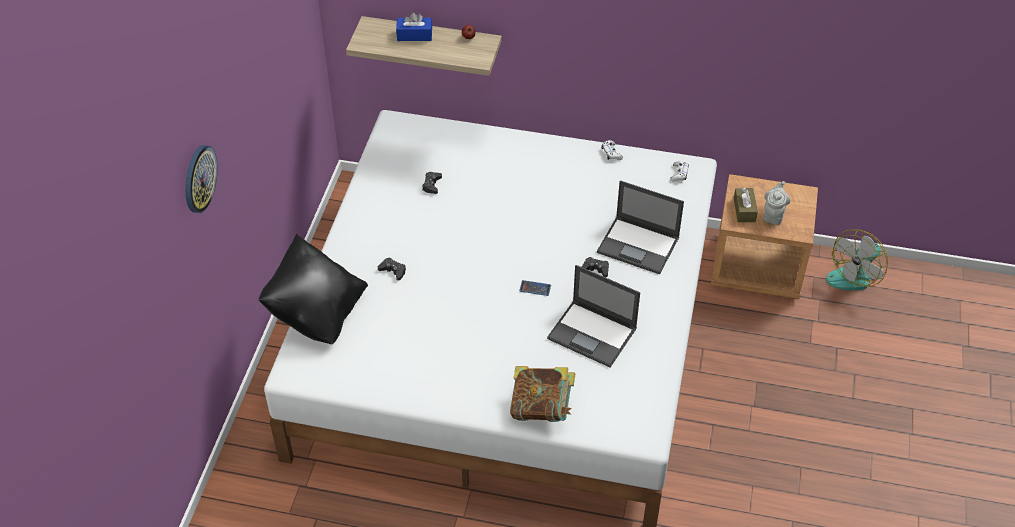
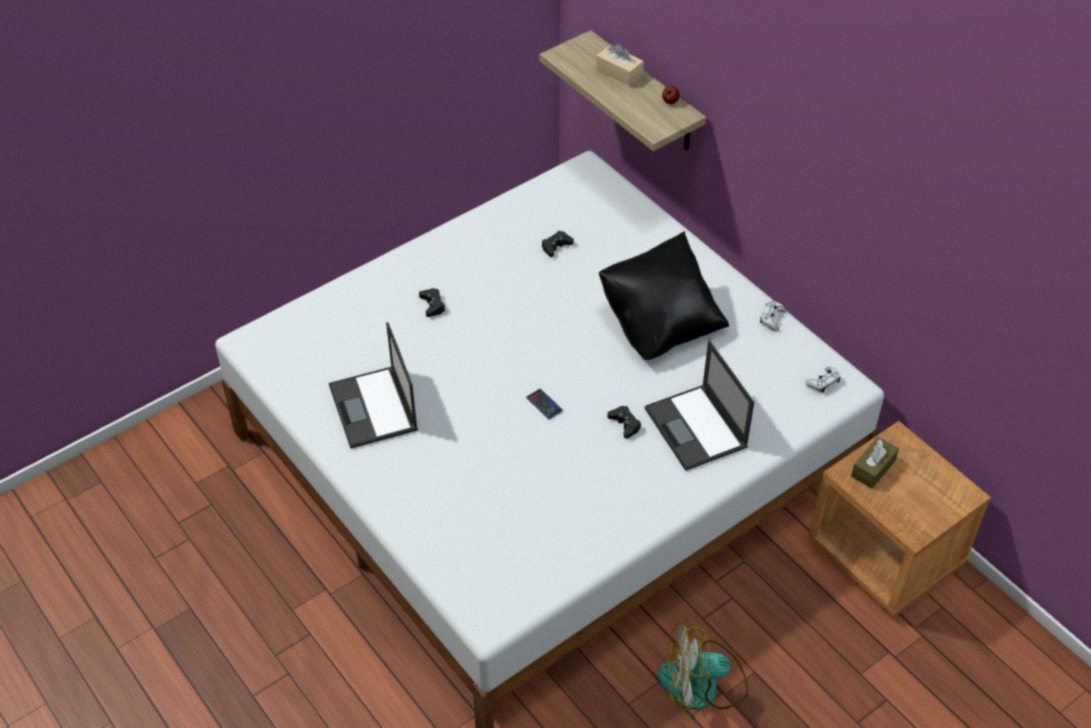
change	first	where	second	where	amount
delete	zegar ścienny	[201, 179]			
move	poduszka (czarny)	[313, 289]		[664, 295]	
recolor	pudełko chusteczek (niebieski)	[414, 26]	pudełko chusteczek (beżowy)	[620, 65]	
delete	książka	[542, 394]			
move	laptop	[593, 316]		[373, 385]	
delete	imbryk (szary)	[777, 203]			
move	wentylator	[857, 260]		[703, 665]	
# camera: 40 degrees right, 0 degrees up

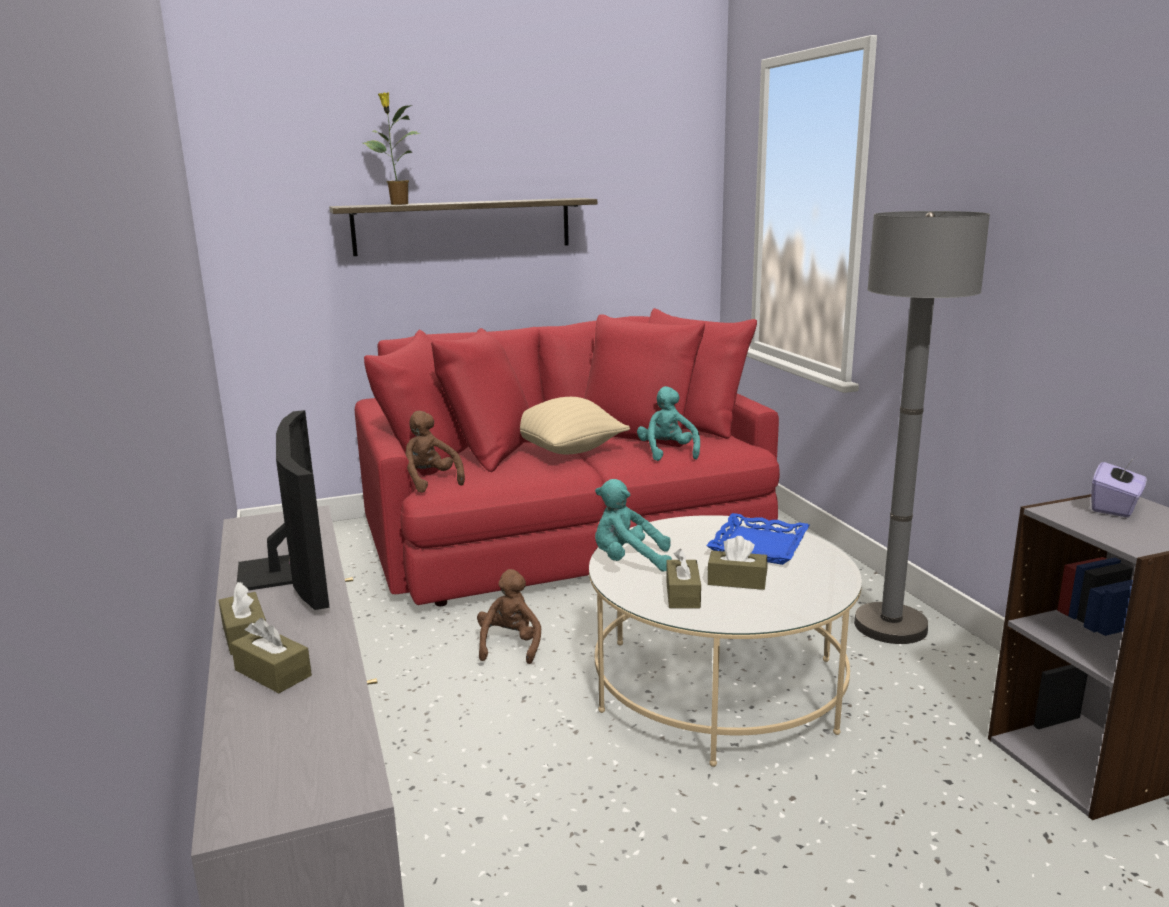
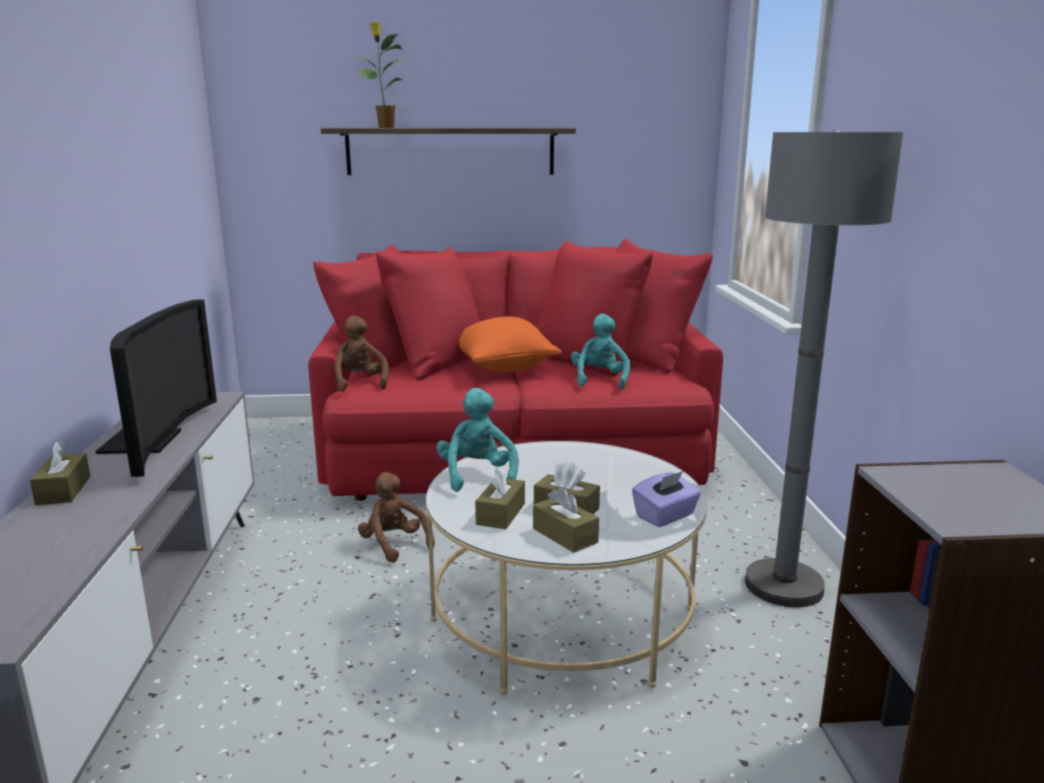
change	first	where	second	where	amount
move	pudełko chusteczek (brązowy)	[271, 655]		[566, 520]	
rotate	pluszak (brązowy)	[509, 616]		[396, 517]	60 degrees counterclockwise
recolor	poduszka (beżowy)	[575, 425]	poduszka (pomarańczowy)	[510, 344]	
rotate	pluszak (turkusowy)	[633, 525]		[478, 440]	60 degrees clockwise
delete	taca (niebieski)	[758, 539]			
move	pudełko chusteczek (fioletowy)	[1119, 487]		[667, 499]	
# camera: 15 degrees right, 0 degrees up

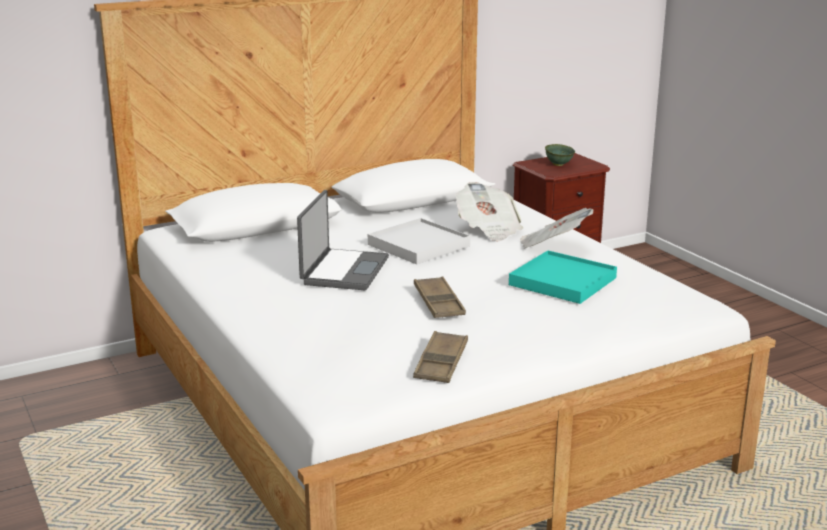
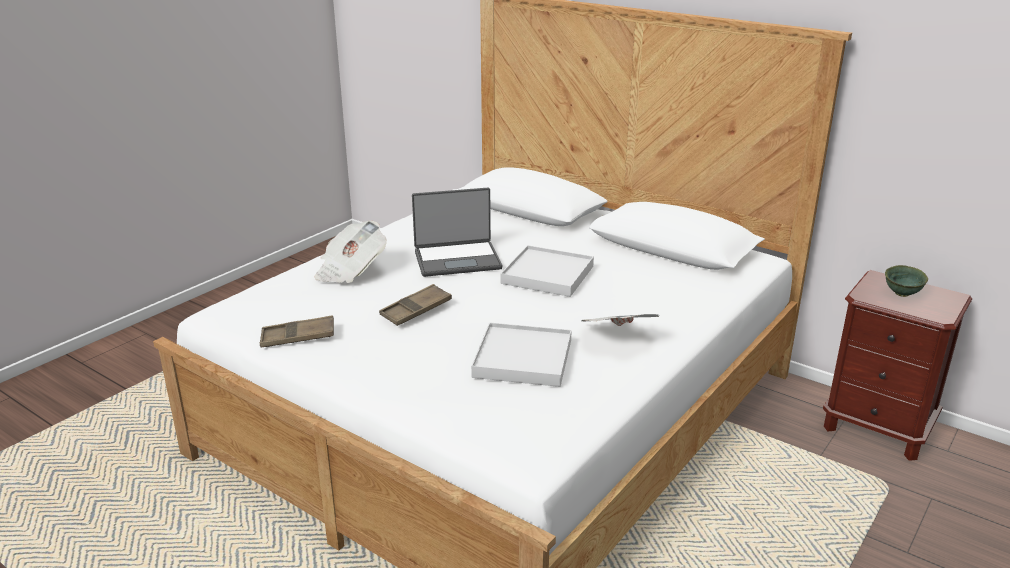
change	first	where	second	where	amount
move	gazeta	[489, 212]		[350, 252]	
recolor	taca (turkusowy)	[563, 277]	taca (biały)	[521, 354]	
# camera: 65 degrees right, 5 degrees up

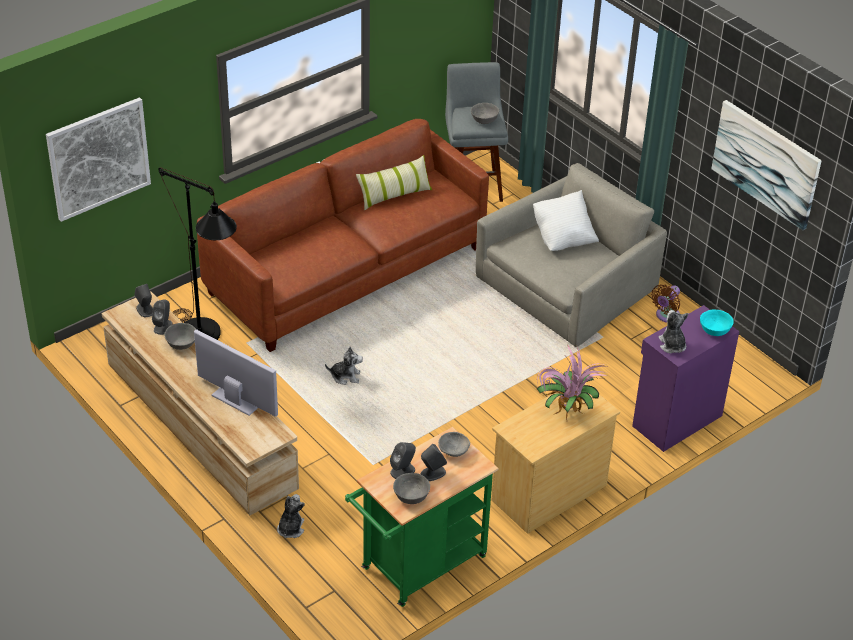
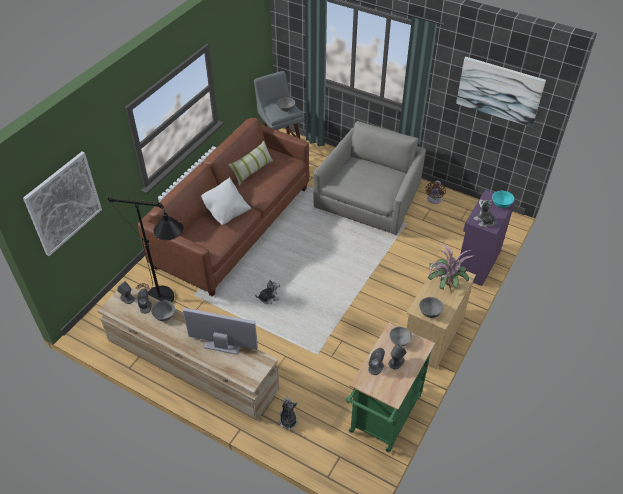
change	first	where	second	where	amount
move	miska (szary)	[411, 488]		[431, 307]	
move	poduszka (biały)	[566, 220]		[226, 201]	
# camera: 20 degrees left, 5 degrees up

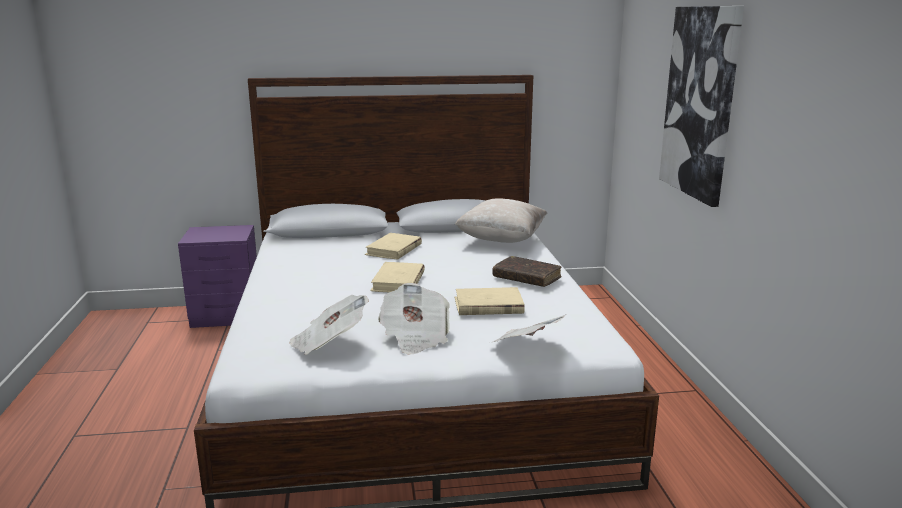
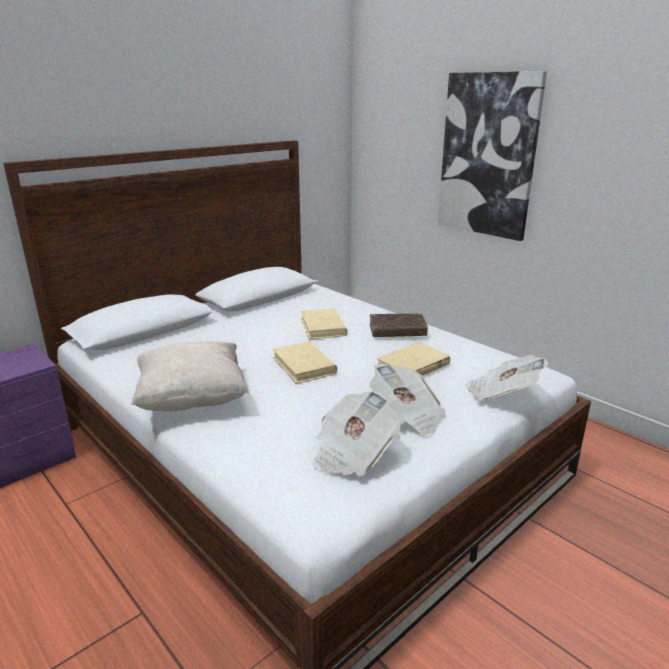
change	first	where	second	where	amount
move	książka (beżowy)	[393, 246]		[324, 324]	
move	poduszka (beżowy)	[501, 220]		[190, 376]	
# camera: 35 degrees left, 5 degrees up

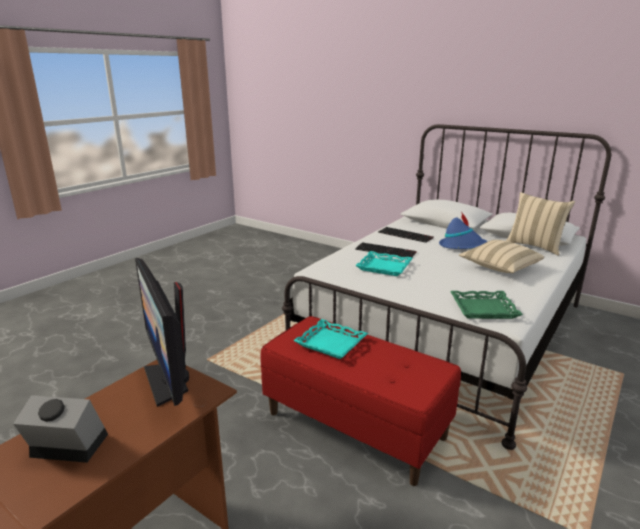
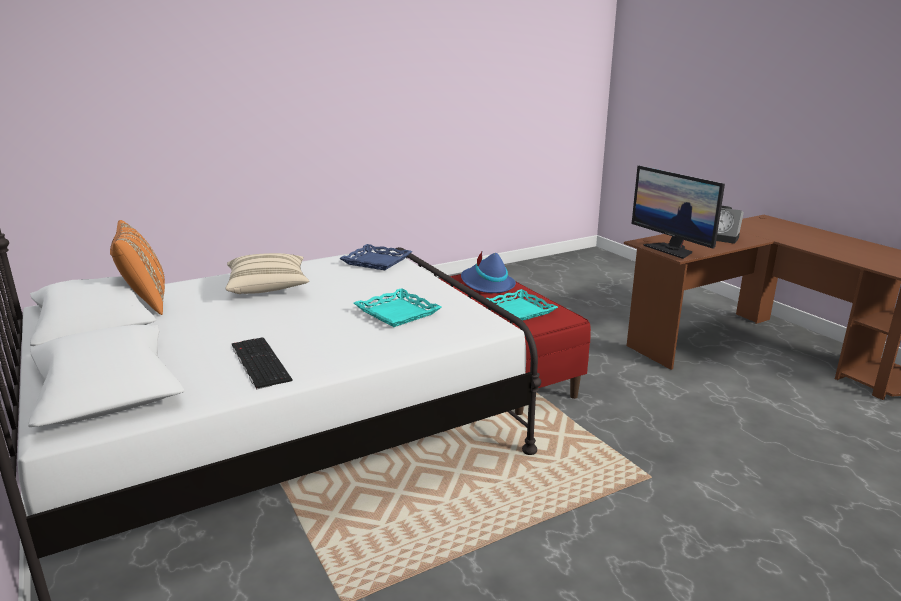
change	first	where	second	where	amount
rotate	monitor	[162, 332]		[678, 212]	150 degrees clockwise
delete	klawiatura	[386, 250]			
move	kapelusz (niebieski)	[463, 230]		[488, 272]	
recolor	taca (zielony)	[486, 305]	taca (niebieski)	[375, 257]	
recolor	poduszka (beżowy)	[540, 224]	poduszka (pomarańczowy)	[137, 267]	
# camera: 155 degrees left, 0 degrees up

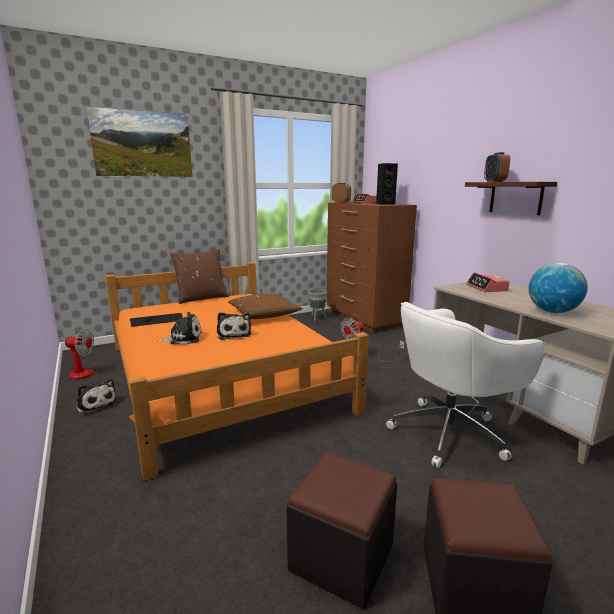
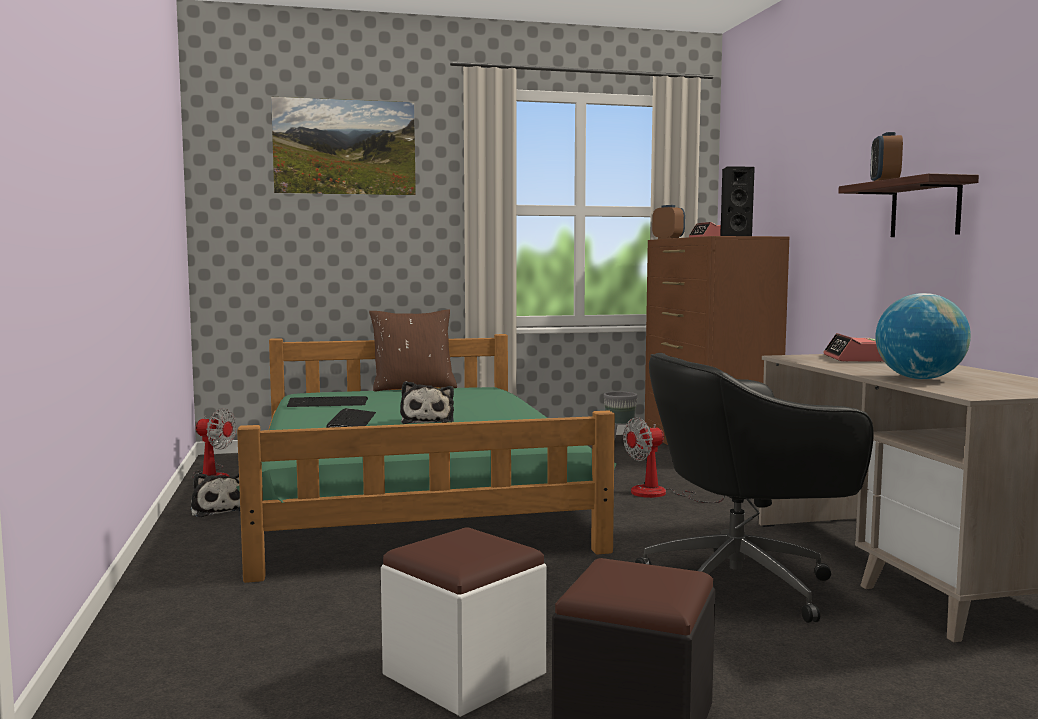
change	first	where	second	where	amount
recolor	łóżko (pomarańczowy)	[237, 371]	łóżko (zielony)	[426, 458]	
replace	pluszak	[179, 328]	klawiatura	[351, 418]	
delete	poduszka (brązowy)	[265, 306]			
recolor	pufa (czarny)	[341, 530]	pufa (biały)	[464, 622]	
recolor	krzesło biurowe (biały)	[466, 385]	krzesło biurowe (czarny)	[754, 488]	
# camera: 15 degrees right, 10 degrees down

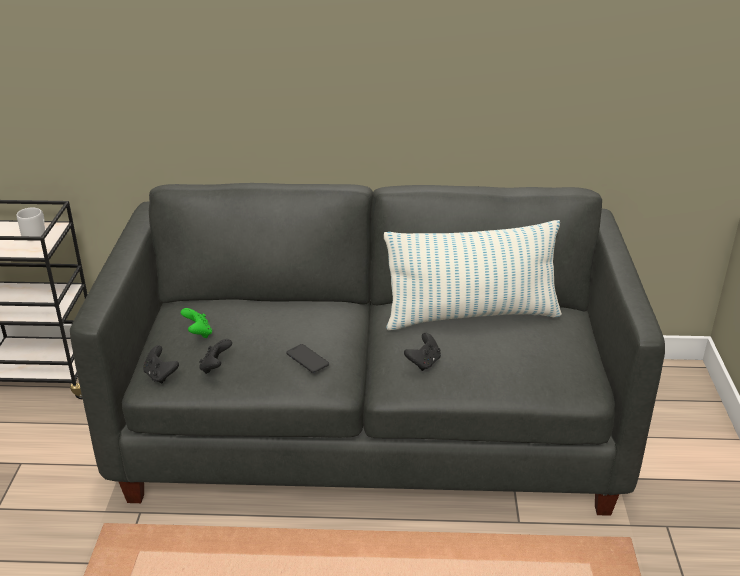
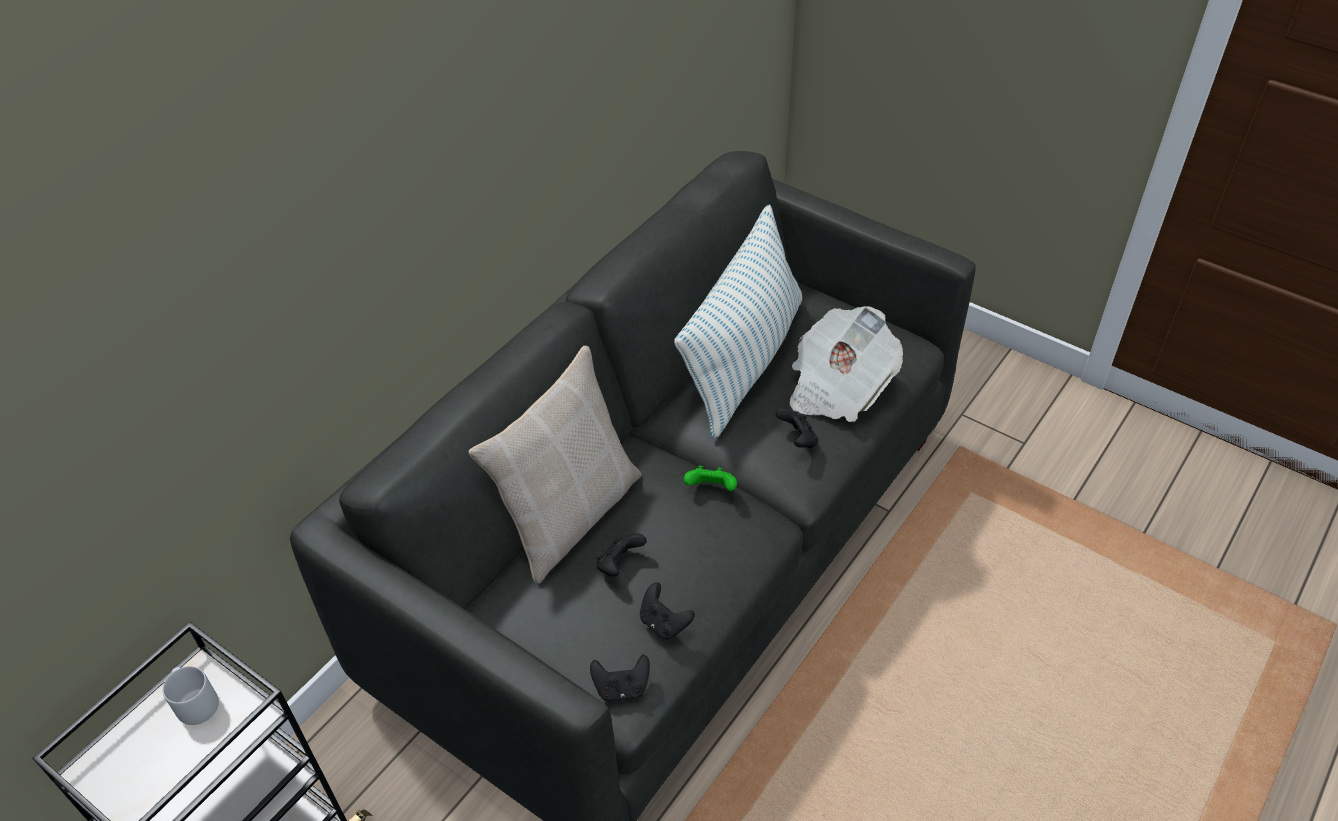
change	first	where	second	where	amount
move	pad do gier (zielony)	[196, 323]		[710, 478]	
delete	telefon	[307, 358]			
insert			poduszka (beżowy)	[555, 465]	
insert			pad do gier (czarny)	[621, 555]	
insert			gazeta	[846, 364]	
# camera: 55 degrees left, 15 degrees up

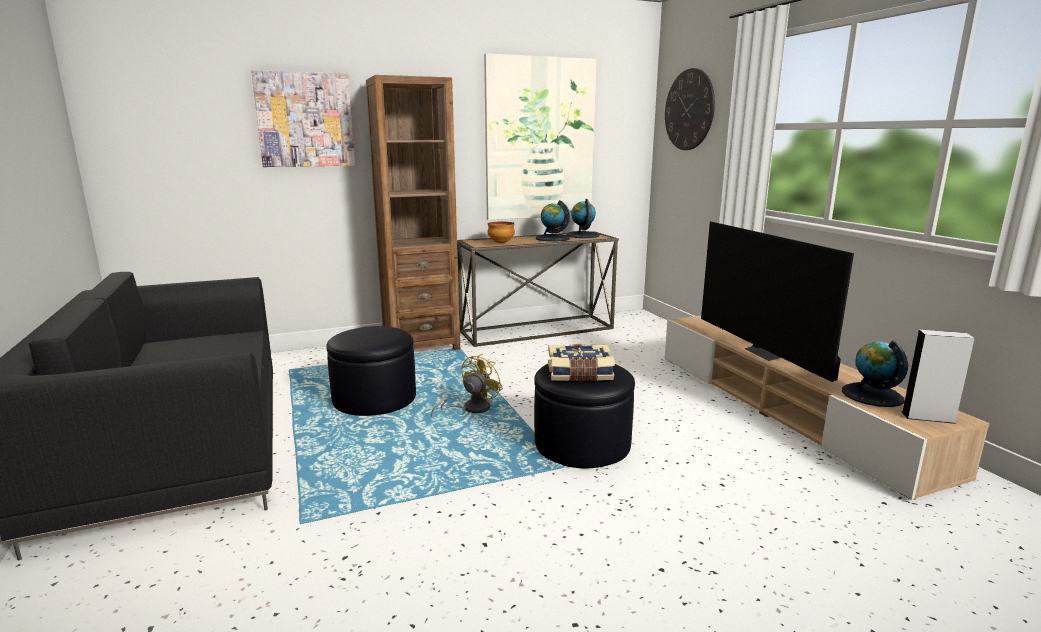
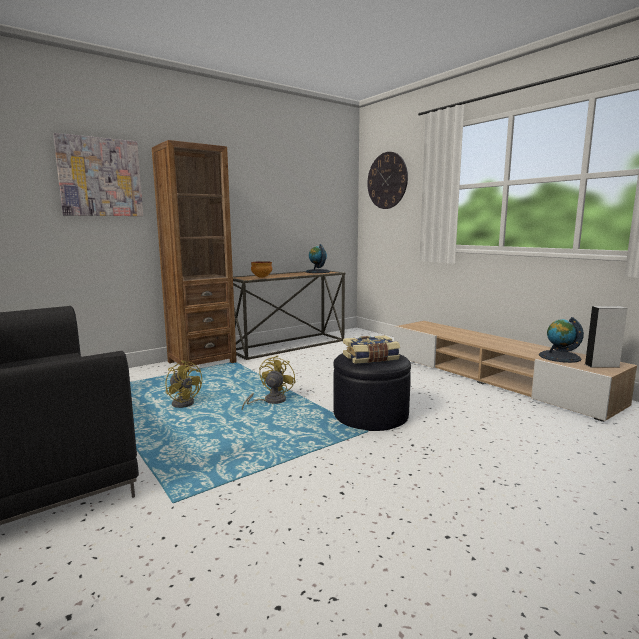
change	first	where	second	where	amount
replace	pufa (czarny)	[371, 371]	wentylator (żółty)	[184, 384]	
delete	obraz	[540, 136]			
delete	globus	[553, 221]			
delete	telewizor	[777, 302]			
# camera: 15 degrees left, 5 degrees down

